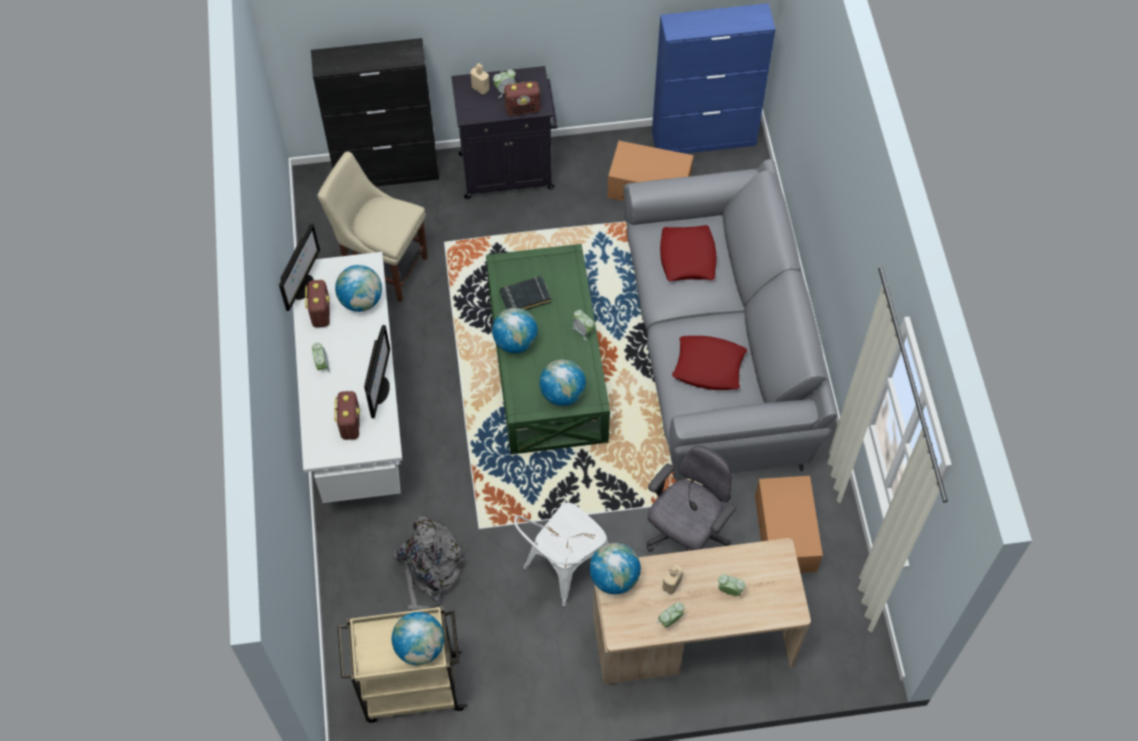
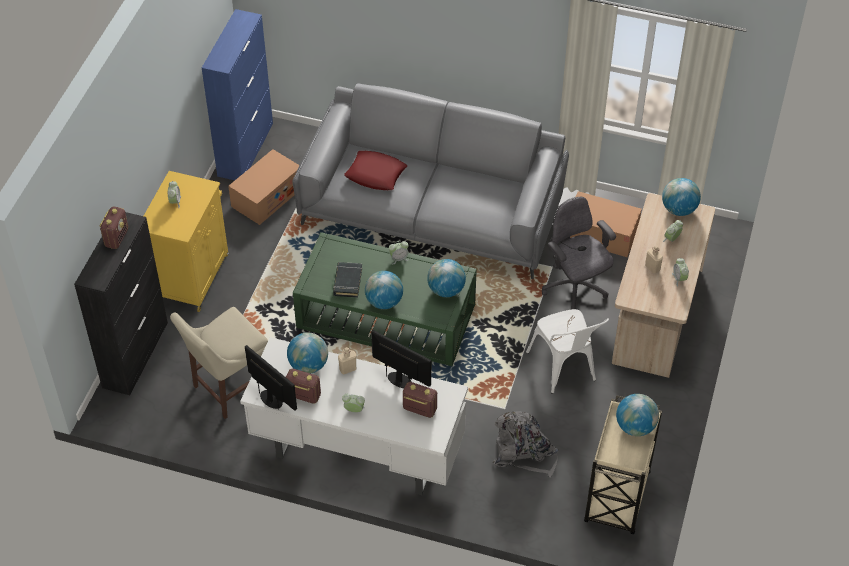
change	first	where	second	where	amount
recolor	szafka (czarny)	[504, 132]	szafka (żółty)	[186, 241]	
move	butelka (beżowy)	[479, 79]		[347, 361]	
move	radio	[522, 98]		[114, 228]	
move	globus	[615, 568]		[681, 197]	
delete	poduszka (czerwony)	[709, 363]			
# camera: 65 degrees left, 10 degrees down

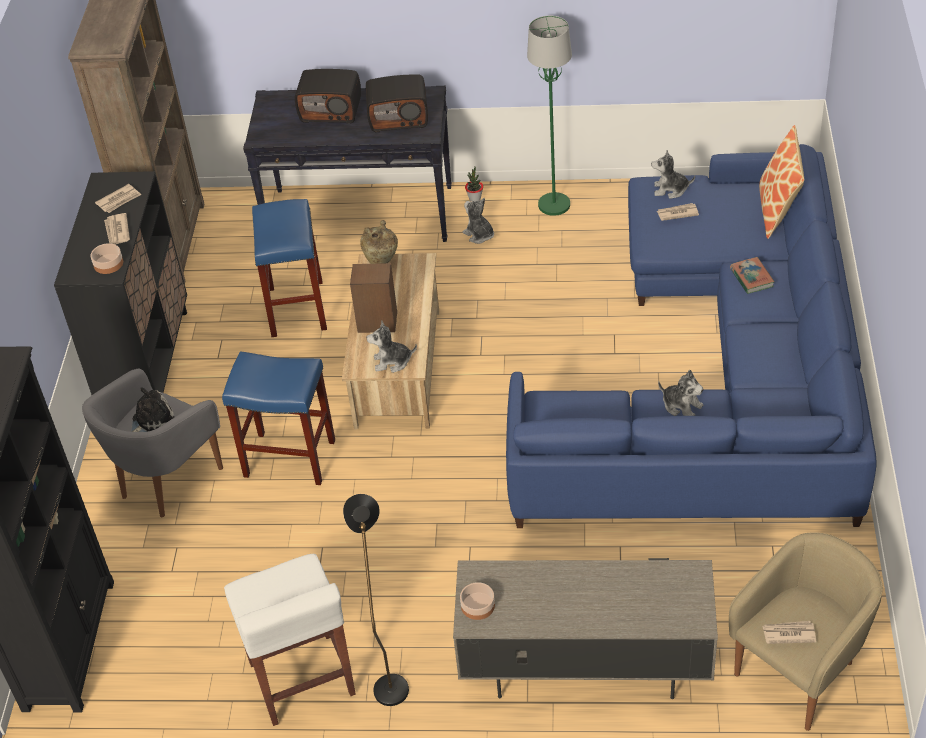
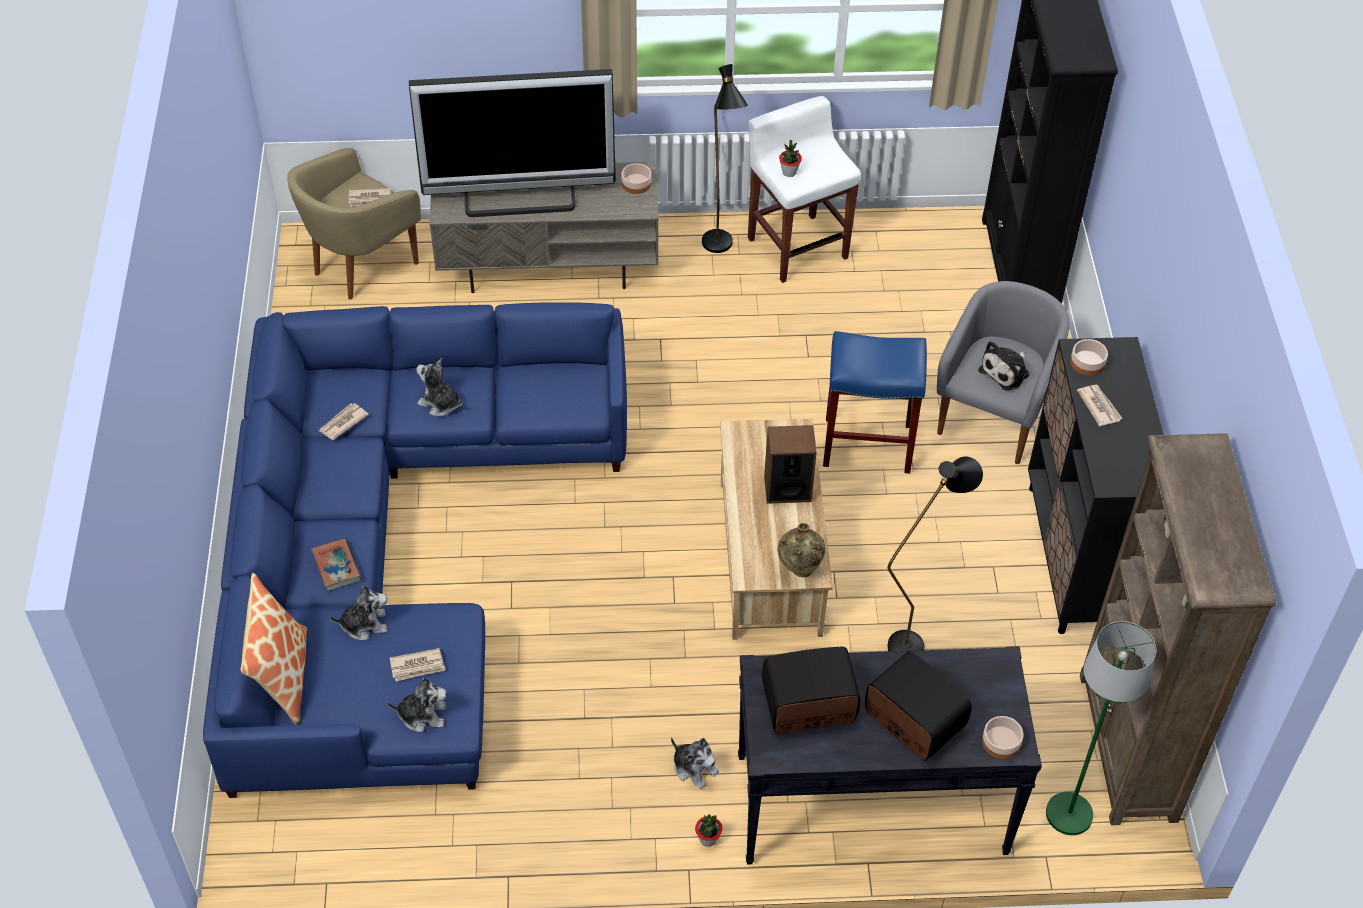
change	first	where	second	where	amount
move	gazeta	[118, 198]		[344, 421]	
replace	stołek (niebieski)	[289, 268]	lampa stojąca (czarny)	[935, 553]	
rotate	radio	[328, 96]		[918, 706]	45 degrees clockwise
move	pluszak	[391, 347]		[358, 612]	
move	lampa stojąca (zielony)	[549, 116]		[1101, 728]	
insert			telewizor	[512, 143]	
insert			roślina doniczkowa	[790, 158]	
insert			miska	[1002, 737]	
# camera: 170 degrees right, 5 degrees up

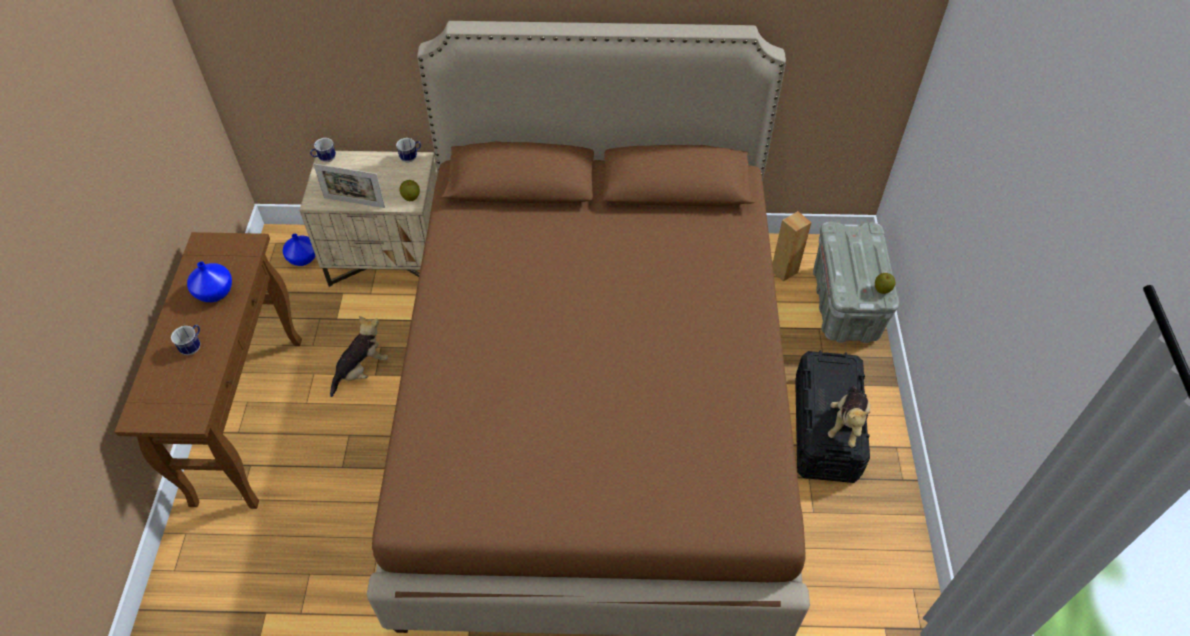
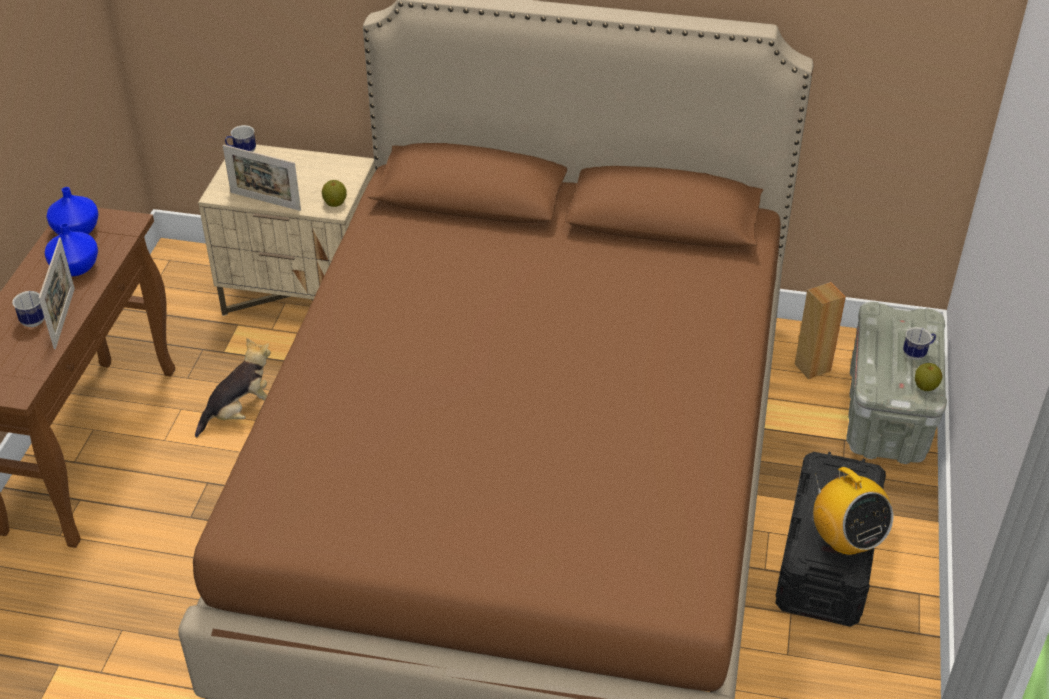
change	first	where	second	where	amount
move	wazon (niebieski)	[299, 250]		[72, 211]	
move	kubek	[408, 150]		[919, 343]	
replace	pluszak	[849, 417]	radio	[853, 511]	
insert			ramka na zdjęcie	[57, 293]	
# camera: 10 degrees right, 10 degrees down

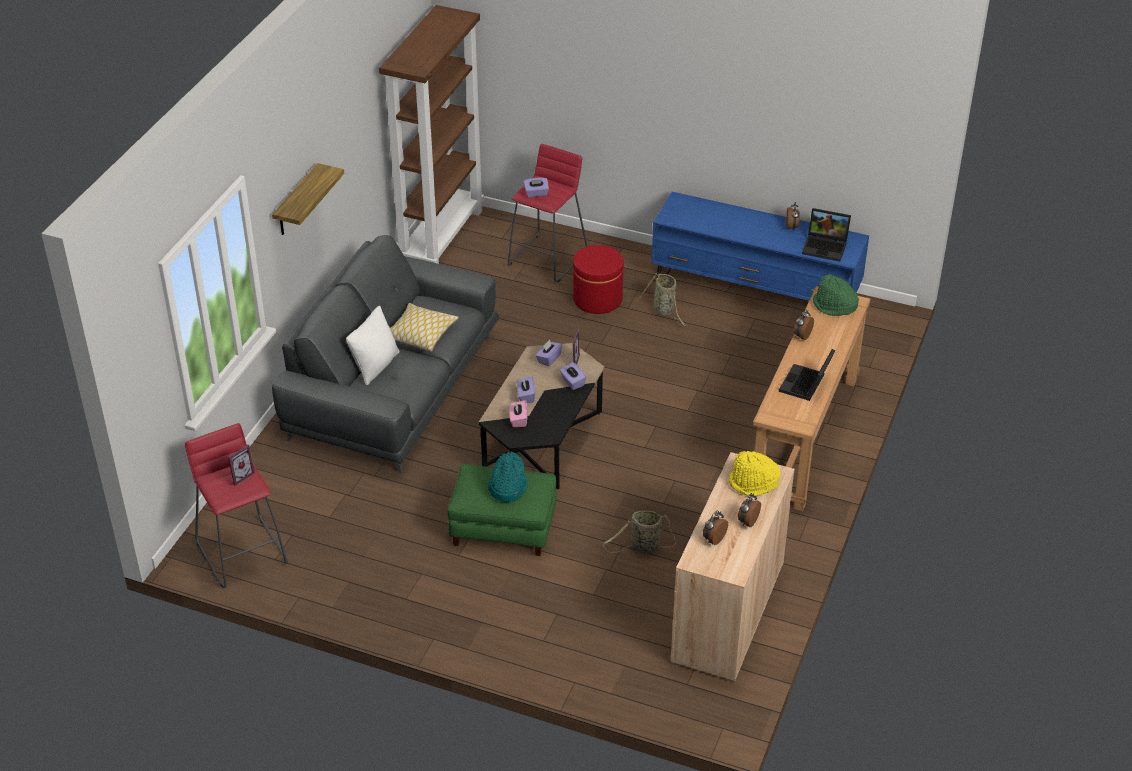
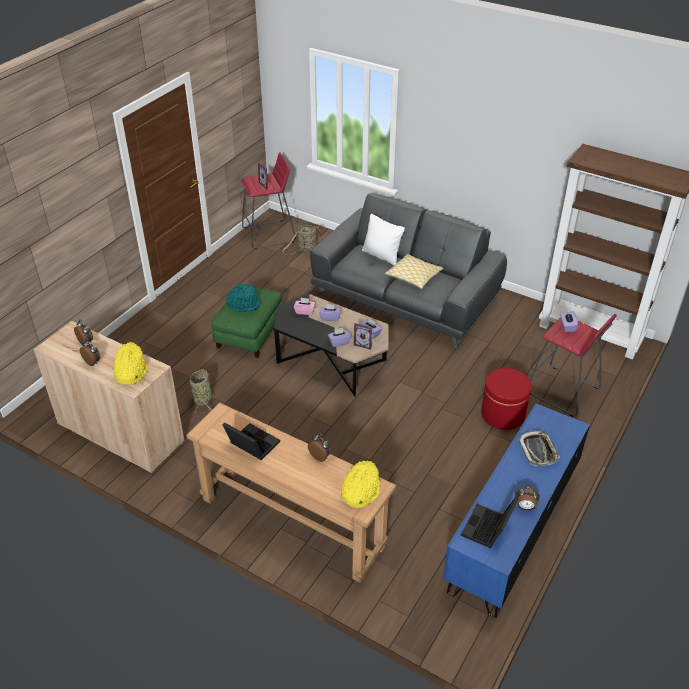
change	first	where	second	where	amount
delete	półka	[308, 199]			
move	koszyk	[663, 299]		[301, 240]	
recolor	kapelusz (zielony)	[836, 295]	kapelusz (żółty)	[360, 484]	
insert			taca	[539, 448]	
# camera: 100 degrees right, 0 degrees up

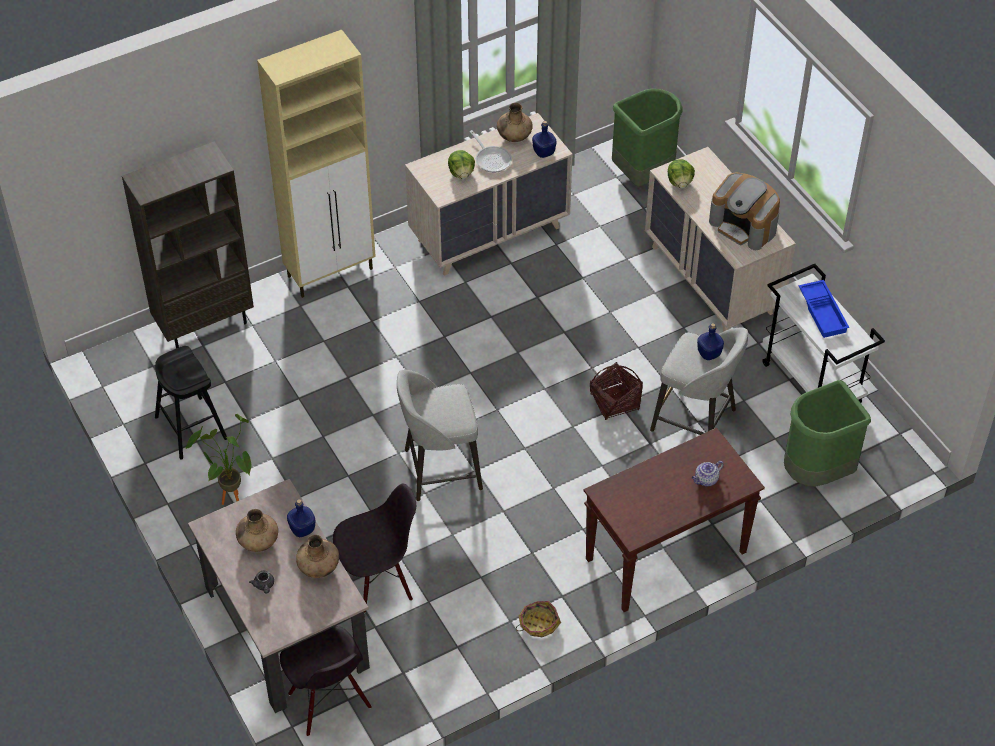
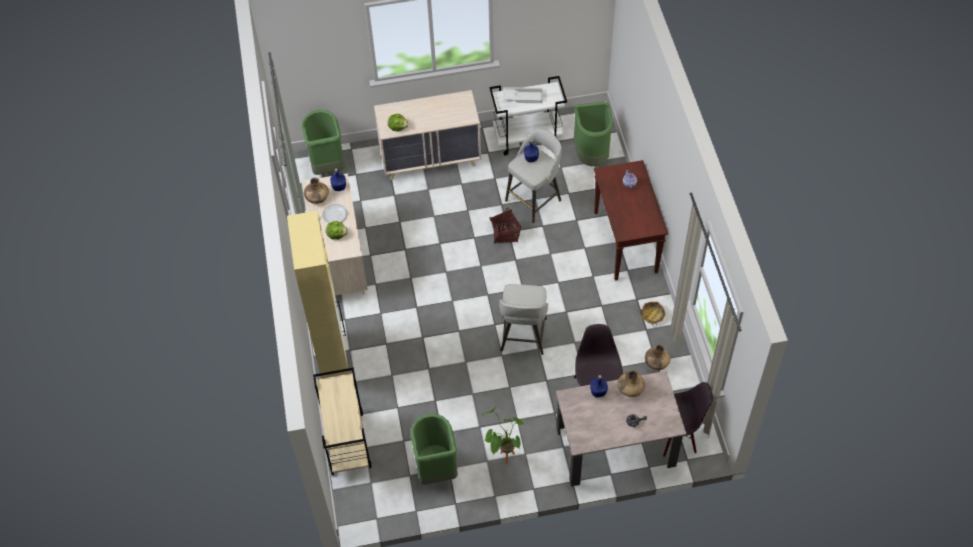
change	first	where	second	where	amount
replace	regał (brązowy)	[188, 245]	wózek (beżowy)	[342, 421]	
replace	stołek (czarny)	[191, 403]	kosz na śmieci (zielony)	[434, 449]	
move	wazon (brązowy)	[257, 530]		[657, 357]	
delete	ekspres do kawy	[744, 211]			
recolor	taca (niebieski)	[823, 309]	taca (biały)	[523, 95]	
# camera: 70 degrees left, 5 degrees up

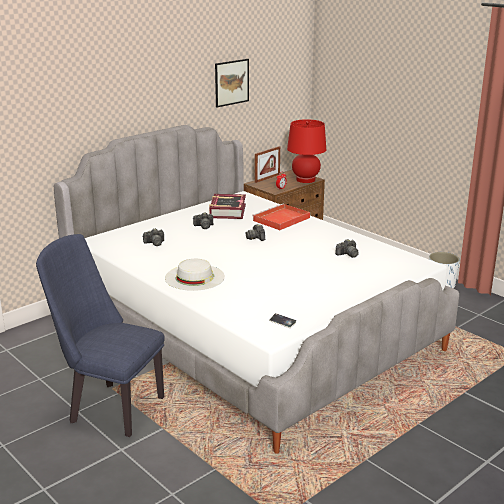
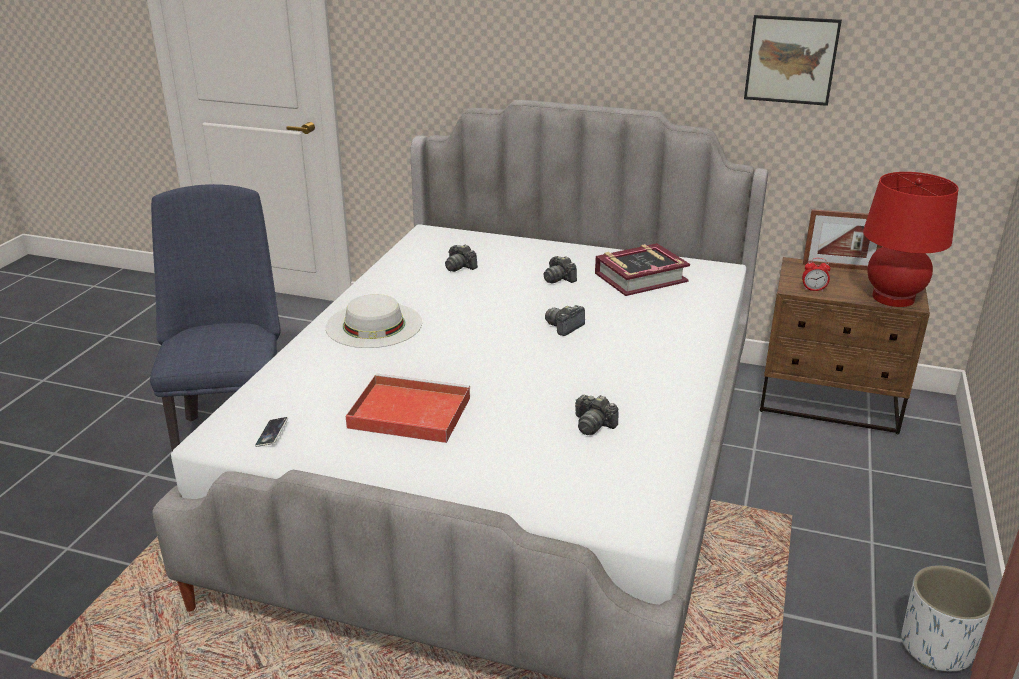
change	first	where	second	where	amount
move	taca (czerwony)	[281, 217]		[408, 408]	
# camera: 60 degrees right, 5 degrees up

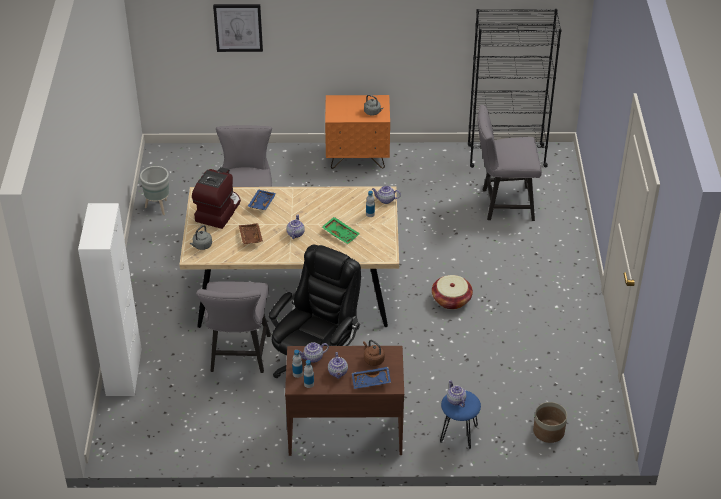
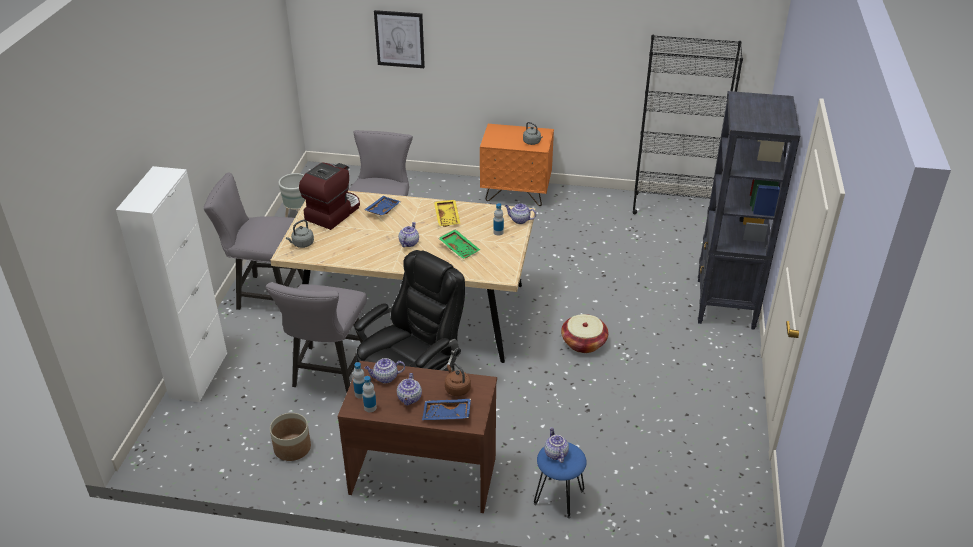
change	first	where	second	where	amount
delete	taca (brązowy)	[251, 233]			
move	krzesło (szary)	[510, 163]		[253, 241]	
move	donica	[550, 422]		[290, 437]	
insert			taca (żółty)	[447, 213]	
insert			regał (czarny)	[749, 210]	
# camera: 10 degrees right, 5 degrees down

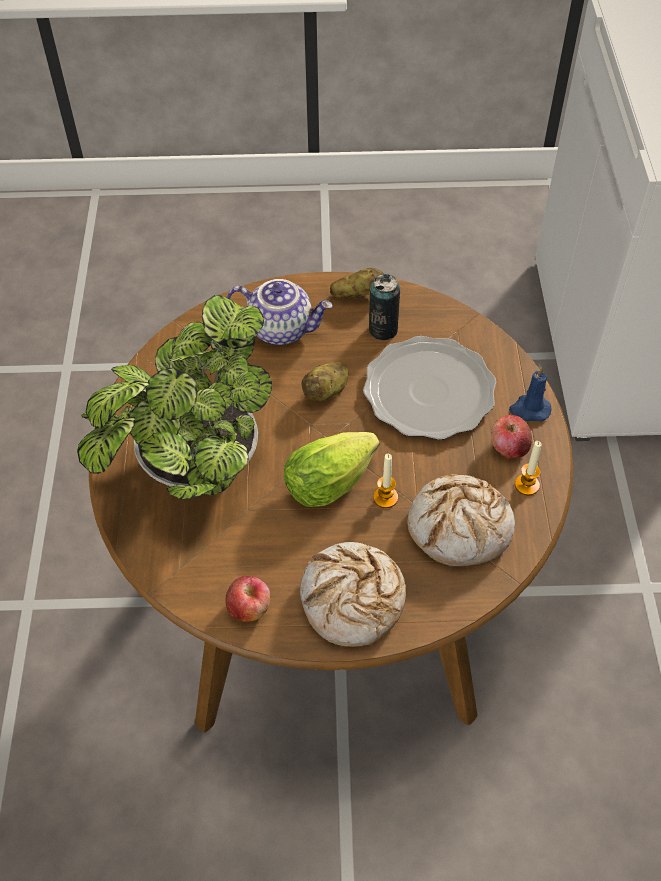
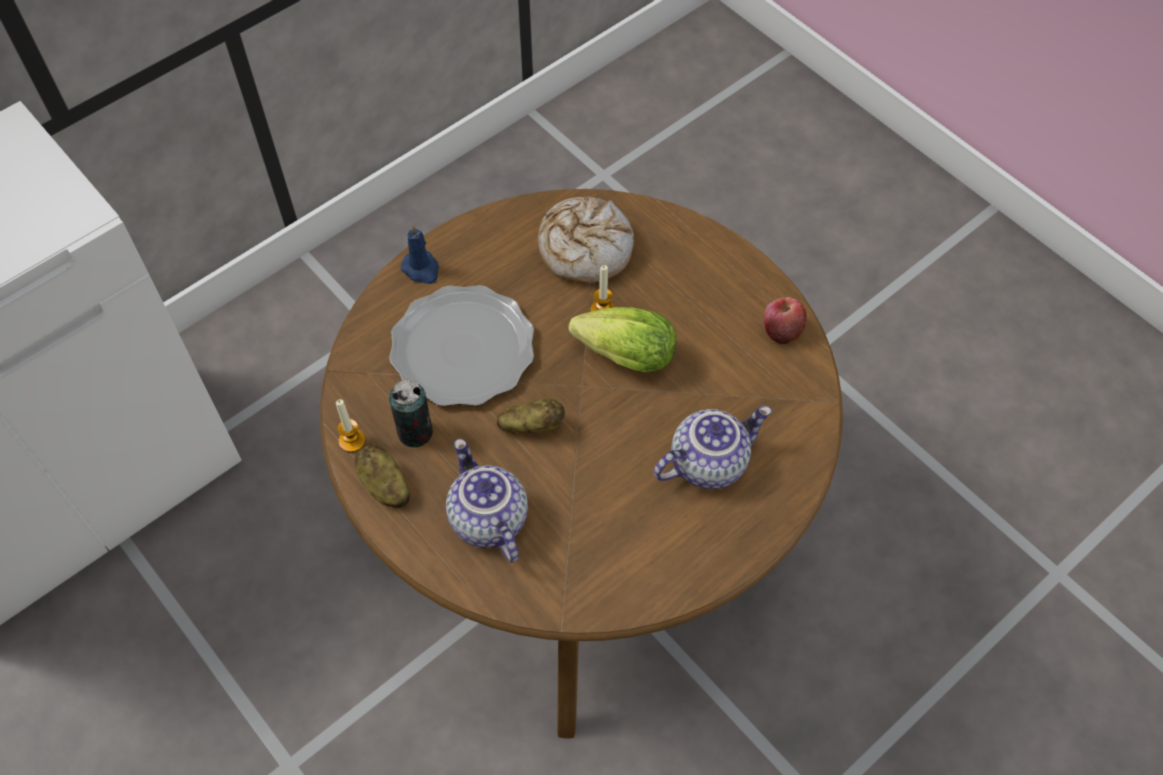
change	first	where	second	where	amount
replace	roślina doniczkowa	[174, 397]	imbryk	[713, 448]	
delete	chleb	[353, 594]			
delete	jabłko	[511, 437]			
move	świeca	[528, 468]		[350, 425]	
# camera: 130 degrees left, 5 degrees up

